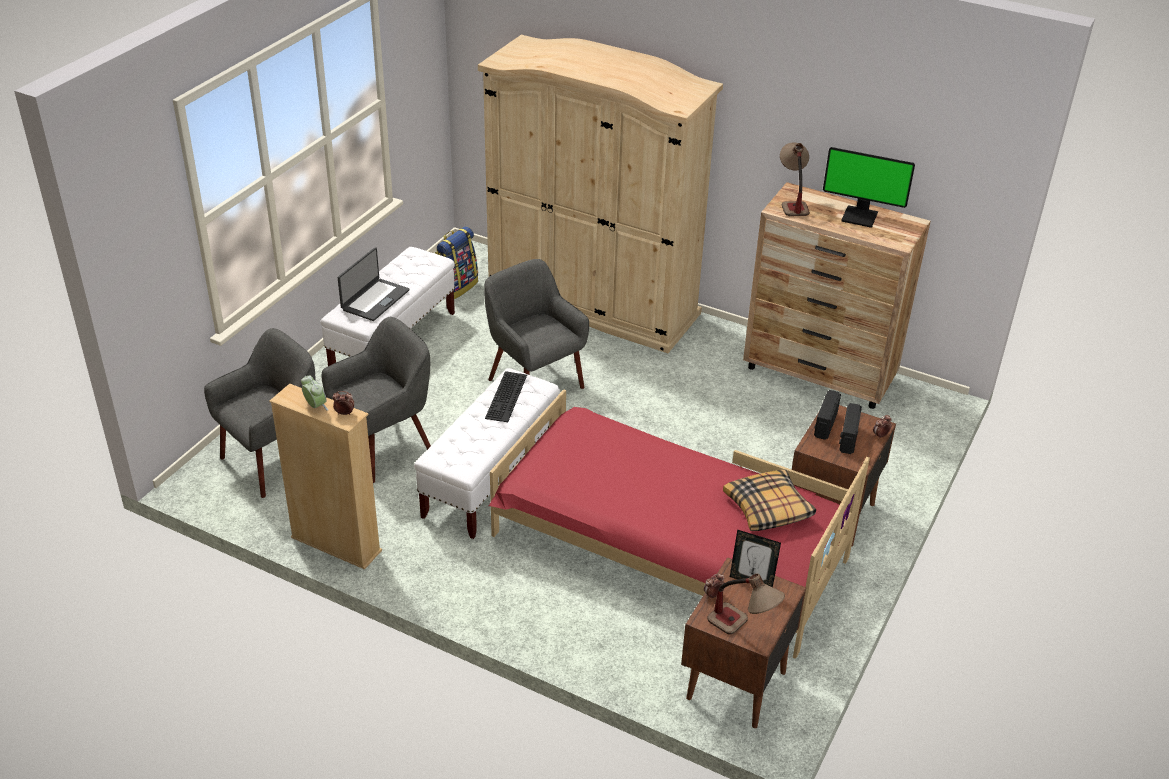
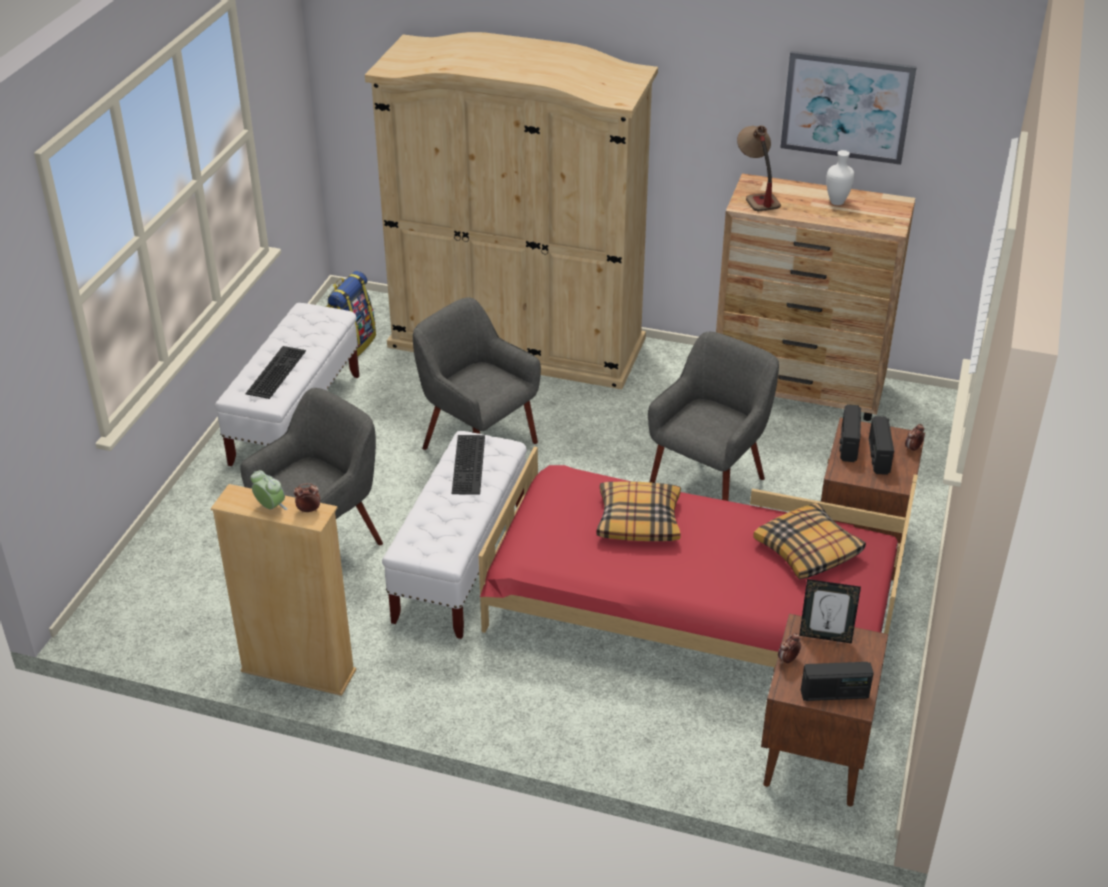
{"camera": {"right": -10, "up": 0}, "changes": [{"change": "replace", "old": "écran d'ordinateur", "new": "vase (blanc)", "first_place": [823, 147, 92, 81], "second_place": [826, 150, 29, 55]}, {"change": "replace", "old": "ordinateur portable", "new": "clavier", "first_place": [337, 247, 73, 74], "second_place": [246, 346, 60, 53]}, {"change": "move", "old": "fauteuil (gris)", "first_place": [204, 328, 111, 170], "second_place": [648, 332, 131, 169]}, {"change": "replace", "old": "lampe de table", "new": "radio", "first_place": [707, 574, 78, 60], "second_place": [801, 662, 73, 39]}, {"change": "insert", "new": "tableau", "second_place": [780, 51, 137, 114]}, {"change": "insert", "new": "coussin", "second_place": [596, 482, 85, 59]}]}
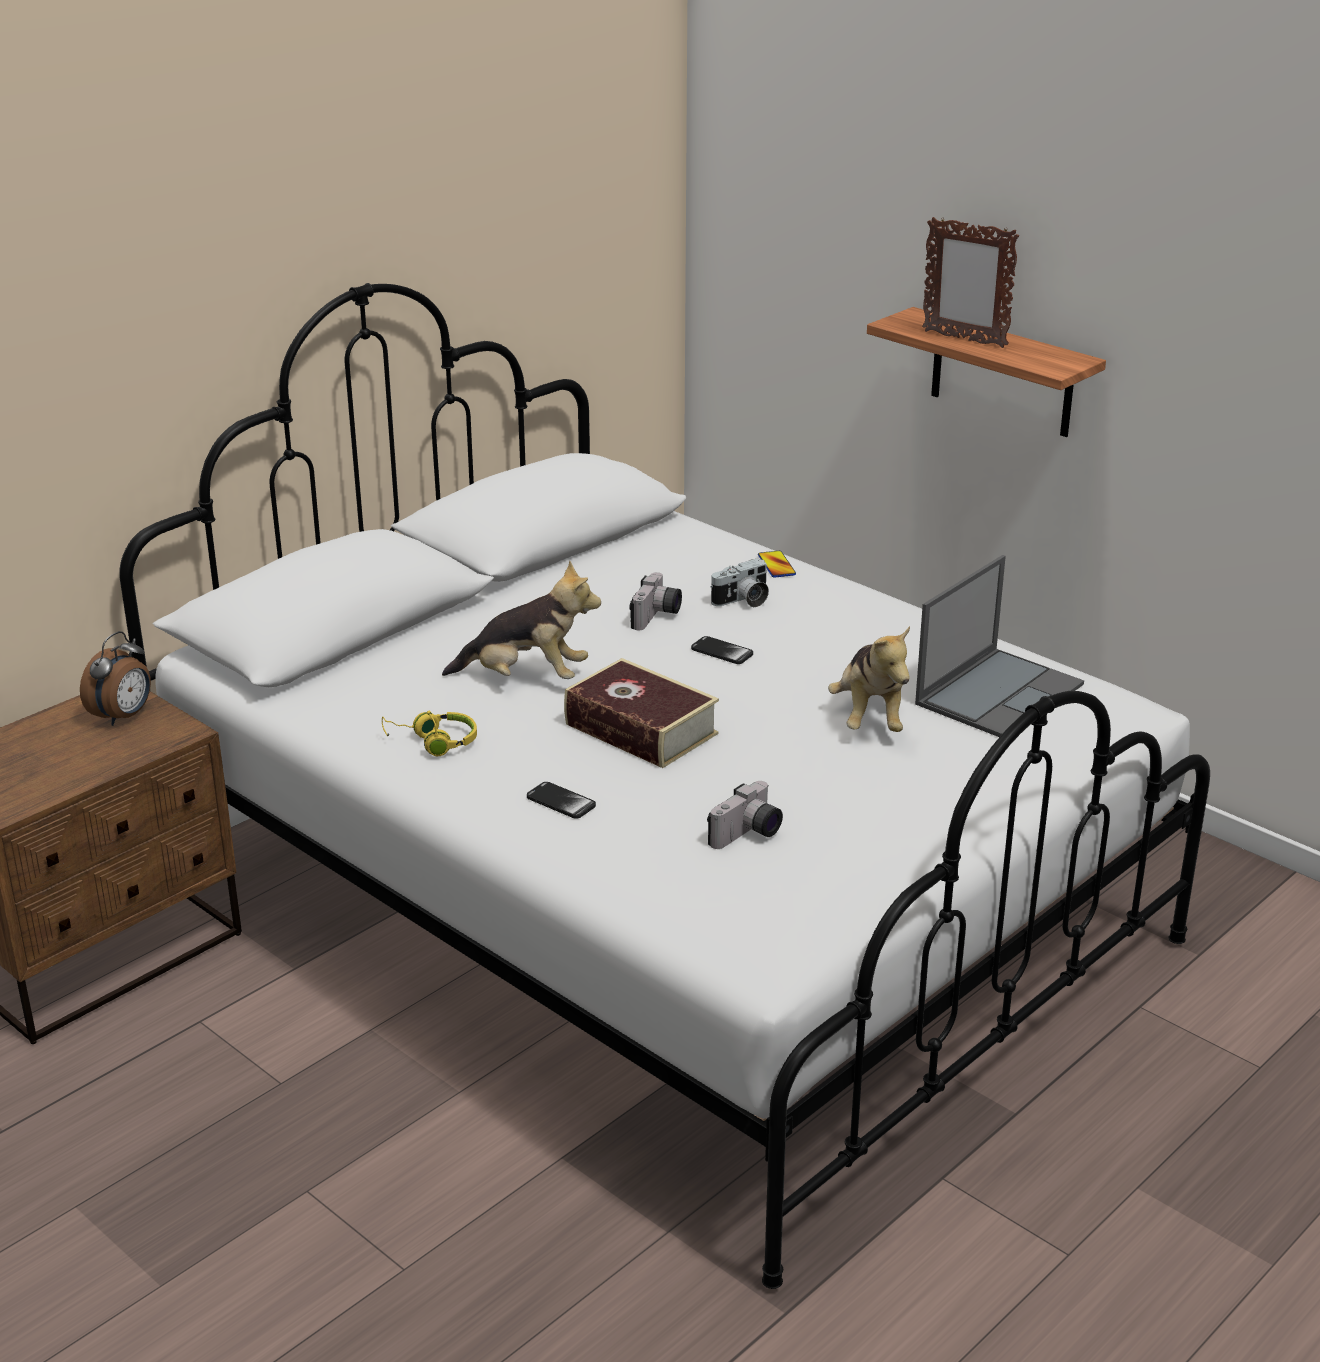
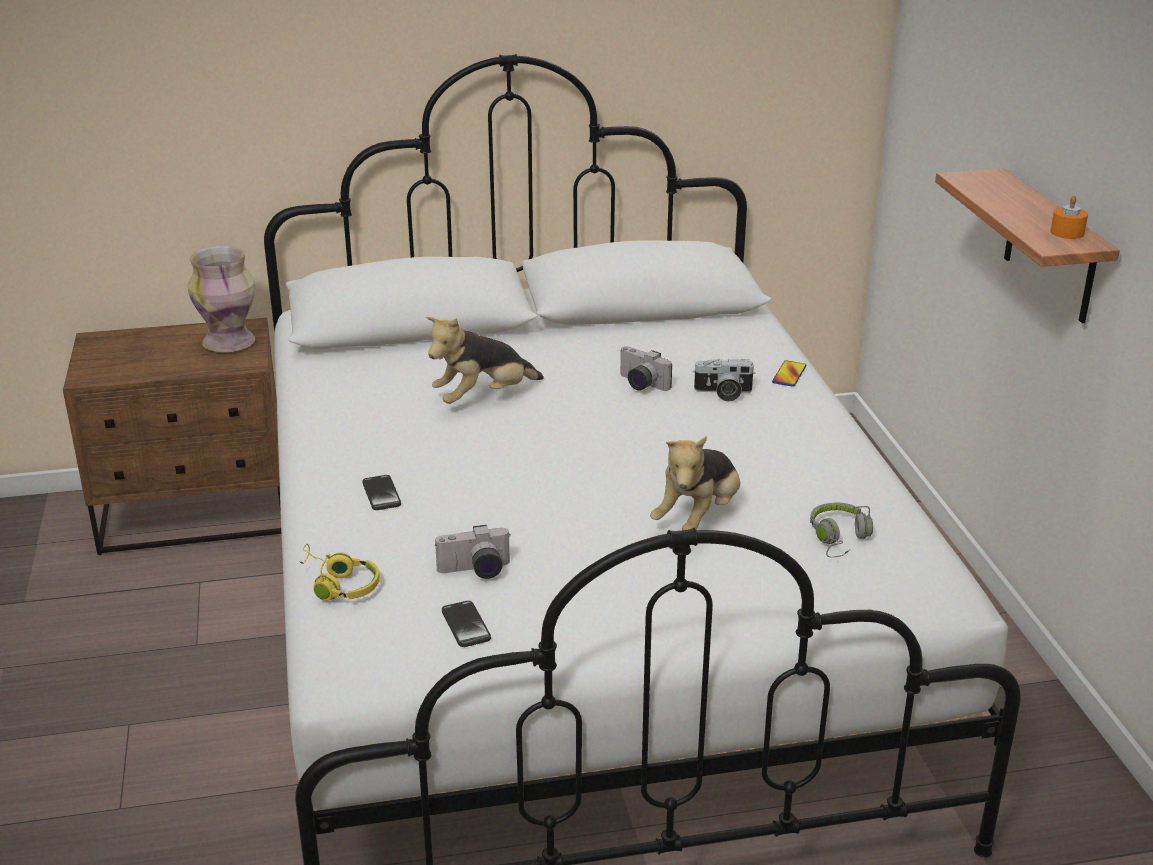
{"camera": {"right": 35, "up": 0}, "changes": [{"change": "delete", "old": "cadre photo", "first_place": [922, 217, 97, 131]}, {"change": "replace", "old": "ordinateur portable", "new": "casque audio (gris)", "first_place": [915, 555, 169, 182], "second_place": [810, 503, 63, 55]}, {"change": "rotate", "old": "peluche", "first_place": [442, 561, 159, 118], "second_place": [426, 317, 118, 87], "degrees": 105}, {"change": "rotate", "old": "appareil photo", "first_place": [629, 572, 53, 58], "second_place": [621, 346, 51, 45], "degrees": 75}, {"change": "replace", "old": "réveil", "new": "vase", "first_place": [80, 631, 71, 95], "second_place": [188, 246, 68, 106]}, {"change": "move", "old": "téléphone", "first_place": [691, 636, 62, 28], "second_place": [442, 601, 49, 46]}, {"change": "delete", "old": "livre", "first_place": [564, 658, 155, 110]}, {"change": "move", "old": "casque audio (jaune)", "first_place": [382, 711, 95, 45], "second_place": [299, 543, 81, 58]}, {"change": "insert", "new": "bougie (orange)", "second_place": [1050, 195, 38, 44]}]}
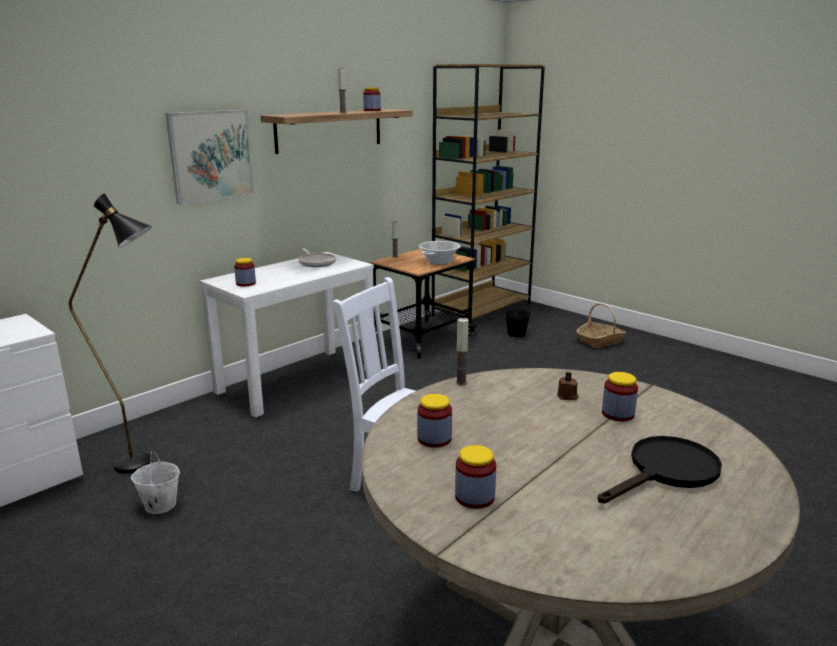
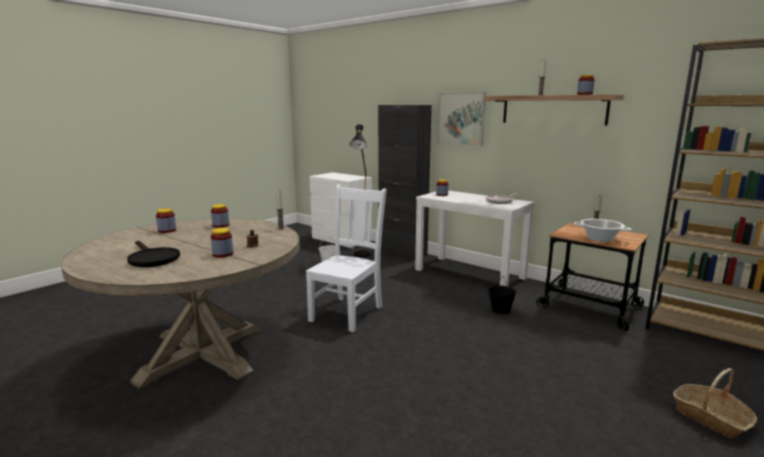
{"camera": {"right": 85, "up": -5}, "changes": [{"change": "move", "old": "seau (noir)", "first_place": [505, 298, 26, 39], "second_place": [488, 276, 28, 38]}, {"change": "insert", "new": "meuble de rangement (noir)", "second_place": [378, 105, 54, 155]}]}
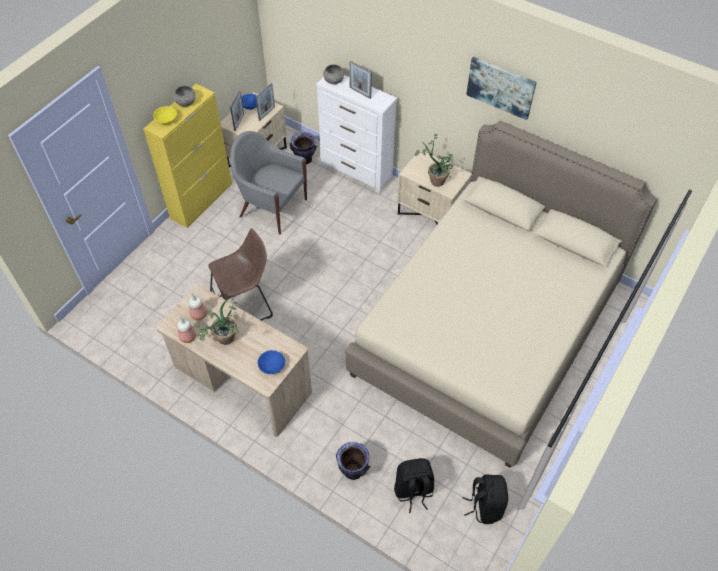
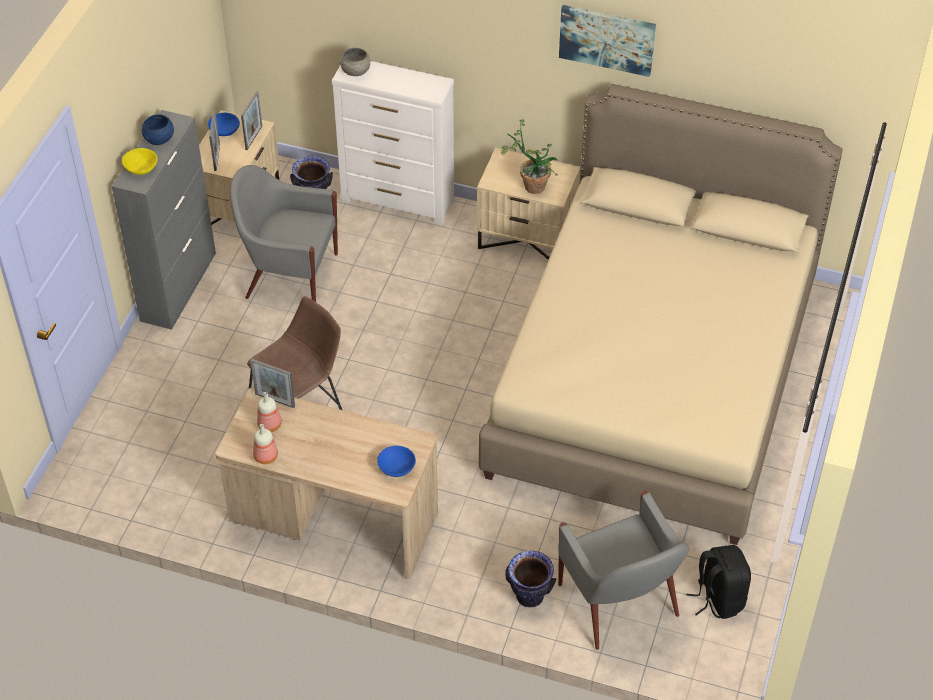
{"camera": {"right": -15, "up": -5}, "changes": [{"change": "move", "old": "cadre photo", "first_place": [349, 61, 23, 38], "second_place": [250, 359, 45, 49]}, {"change": "recolor", "old": "meuble de rangement (jaune)", "new": "meuble de rangement (gris)", "first_place": [143, 84, 89, 144], "second_place": [112, 110, 104, 220]}, {"change": "recolor", "old": "bol (gris)", "new": "bol (bleu)", "first_place": [174, 86, 22, 21], "second_place": [142, 114, 32, 31]}, {"change": "delete", "old": "plante en pot", "first_place": [193, 299, 46, 46]}, {"change": "replace", "old": "sac à dos (noir)", "new": "fauteuil (gris)", "first_place": [394, 458, 40, 55], "second_place": [558, 491, 131, 159]}]}
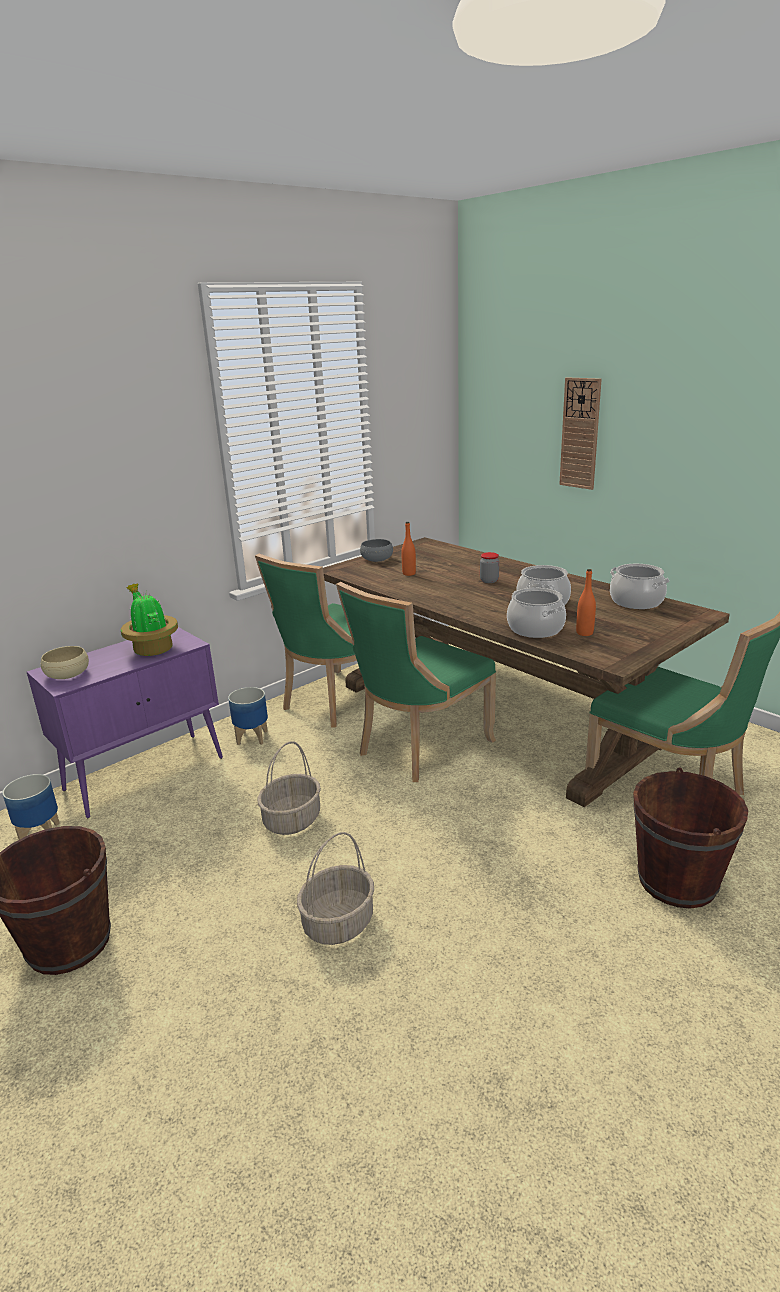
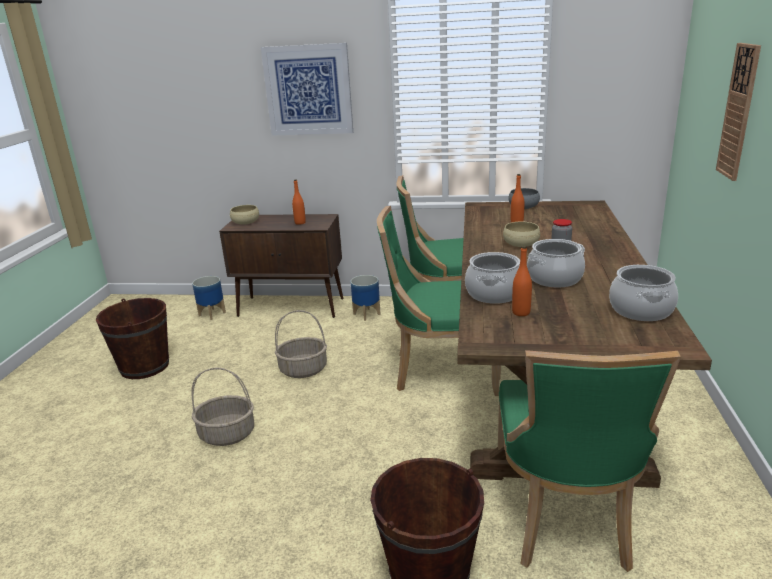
{"camera": {"right": 50, "up": 0}, "changes": [{"change": "replace", "old": "plante en pot", "new": "bouteille (orange)", "first_place": [121, 583, 57, 73], "second_place": [292, 179, 14, 46]}, {"change": "recolor", "old": "meuble de rangement (violet)", "new": "meuble de rangement (marron)", "first_place": [27, 627, 196, 191], "second_place": [219, 214, 124, 104]}, {"change": "insert", "new": "tableau", "second_place": [261, 43, 92, 93]}, {"change": "insert", "new": "bol (beige)", "second_place": [503, 222, 37, 25]}]}
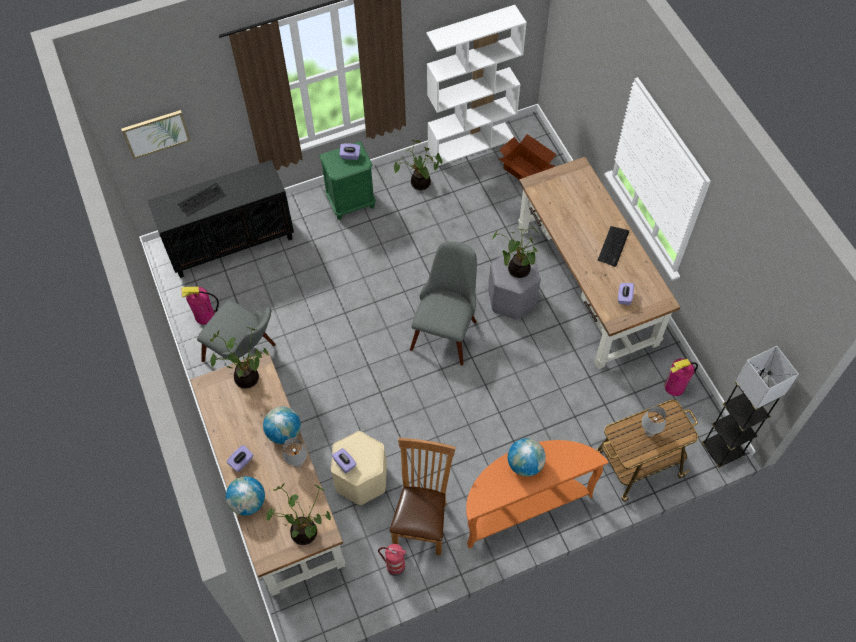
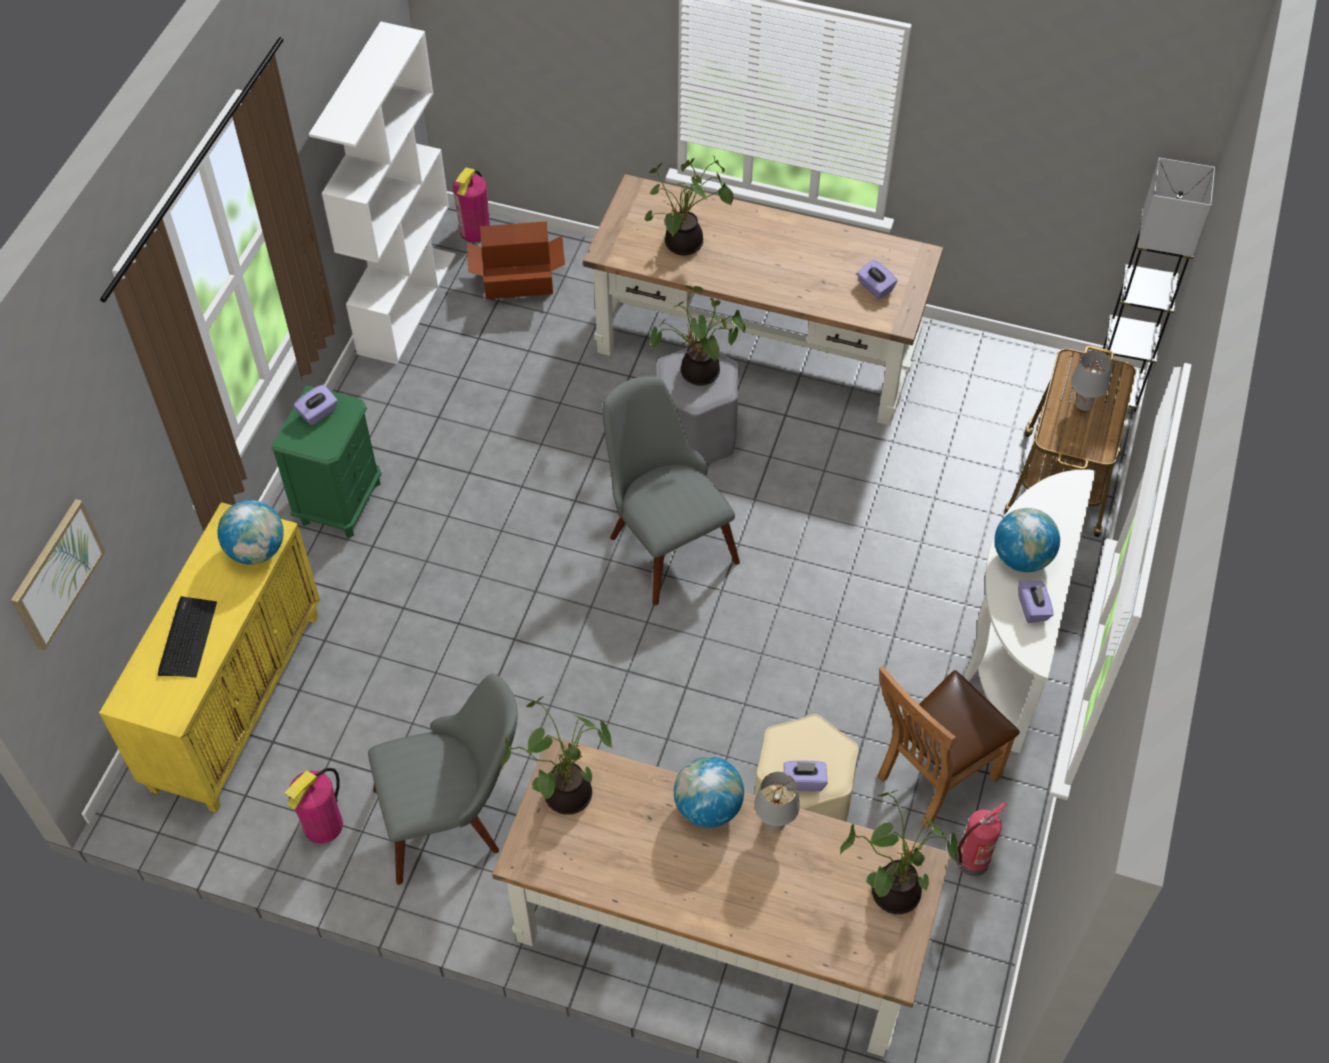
{"camera": {"right": -50, "up": -5}, "changes": [{"change": "move", "old": "plante en pot", "first_place": [394, 140, 48, 50], "second_place": [644, 155, 90, 100]}, {"change": "recolor", "old": "meuble de rangement (noir)", "new": "meuble de rangement (jaune)", "first_place": [147, 160, 147, 118], "second_place": [99, 502, 221, 311]}, {"change": "delete", "old": "clavier", "first_place": [597, 226, 32, 41]}, {"change": "move", "old": "extincteur", "first_place": [665, 358, 33, 38], "second_place": [452, 167, 38, 75]}, {"change": "rotate", "old": "chaise (marron)", "first_place": [390, 438, 66, 117], "second_place": [877, 665, 143, 163], "degrees": -90}, {"change": "recolor", "old": "table console (orange)", "new": "table console (blanc)", "first_place": [466, 440, 143, 109], "second_place": [964, 470, 132, 283]}, {"change": "move", "old": "boîte à mouchoirs (violet)", "first_place": [226, 445, 27, 27], "second_place": [1018, 581, 36, 42]}, {"change": "move", "old": "globe", "first_place": [226, 476, 39, 40], "second_place": [217, 500, 67, 65]}]}
